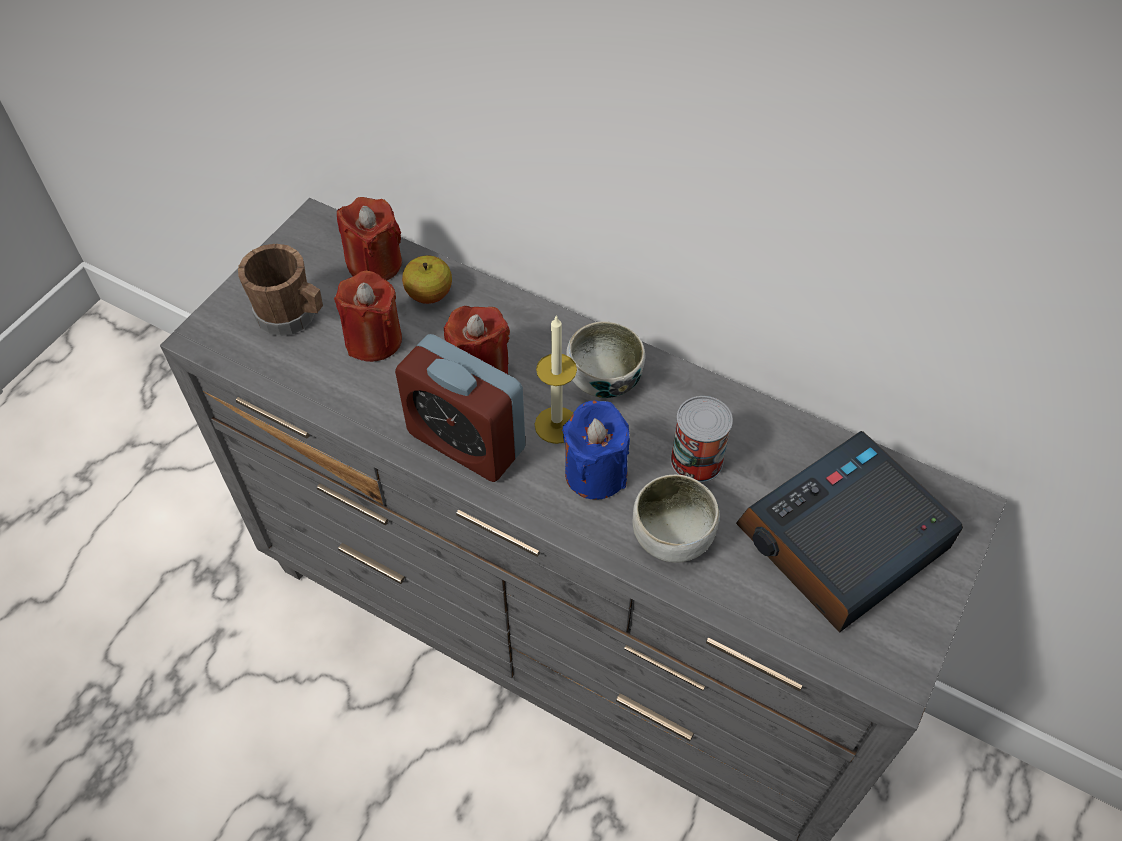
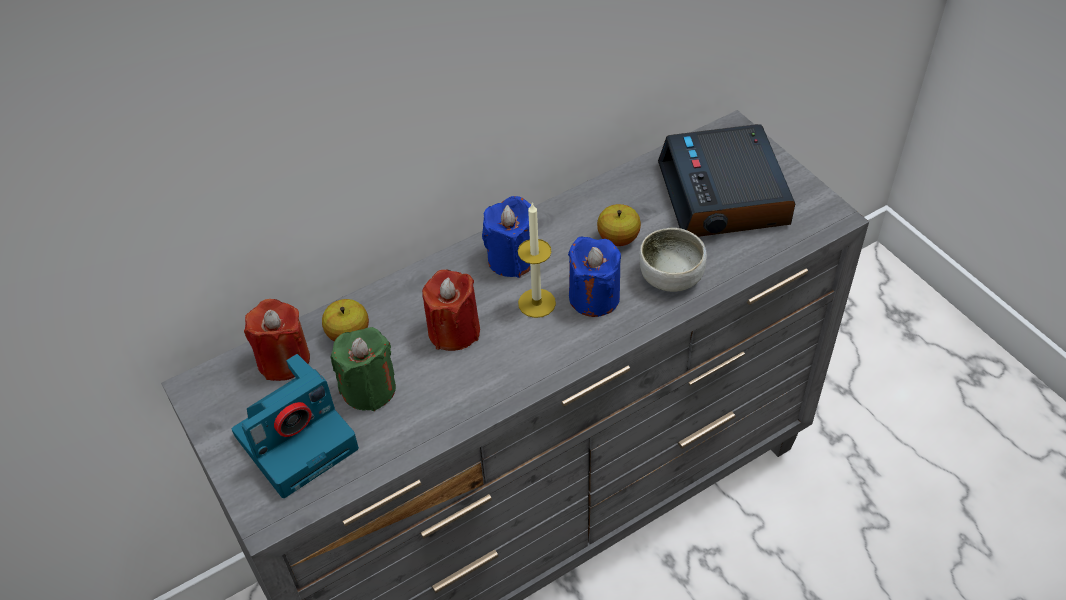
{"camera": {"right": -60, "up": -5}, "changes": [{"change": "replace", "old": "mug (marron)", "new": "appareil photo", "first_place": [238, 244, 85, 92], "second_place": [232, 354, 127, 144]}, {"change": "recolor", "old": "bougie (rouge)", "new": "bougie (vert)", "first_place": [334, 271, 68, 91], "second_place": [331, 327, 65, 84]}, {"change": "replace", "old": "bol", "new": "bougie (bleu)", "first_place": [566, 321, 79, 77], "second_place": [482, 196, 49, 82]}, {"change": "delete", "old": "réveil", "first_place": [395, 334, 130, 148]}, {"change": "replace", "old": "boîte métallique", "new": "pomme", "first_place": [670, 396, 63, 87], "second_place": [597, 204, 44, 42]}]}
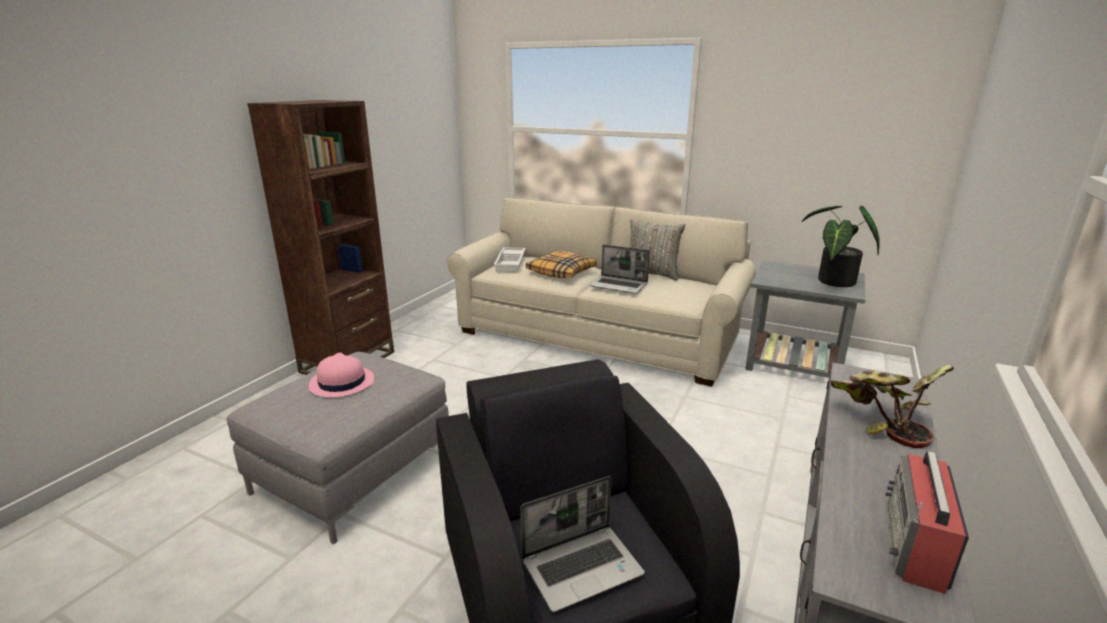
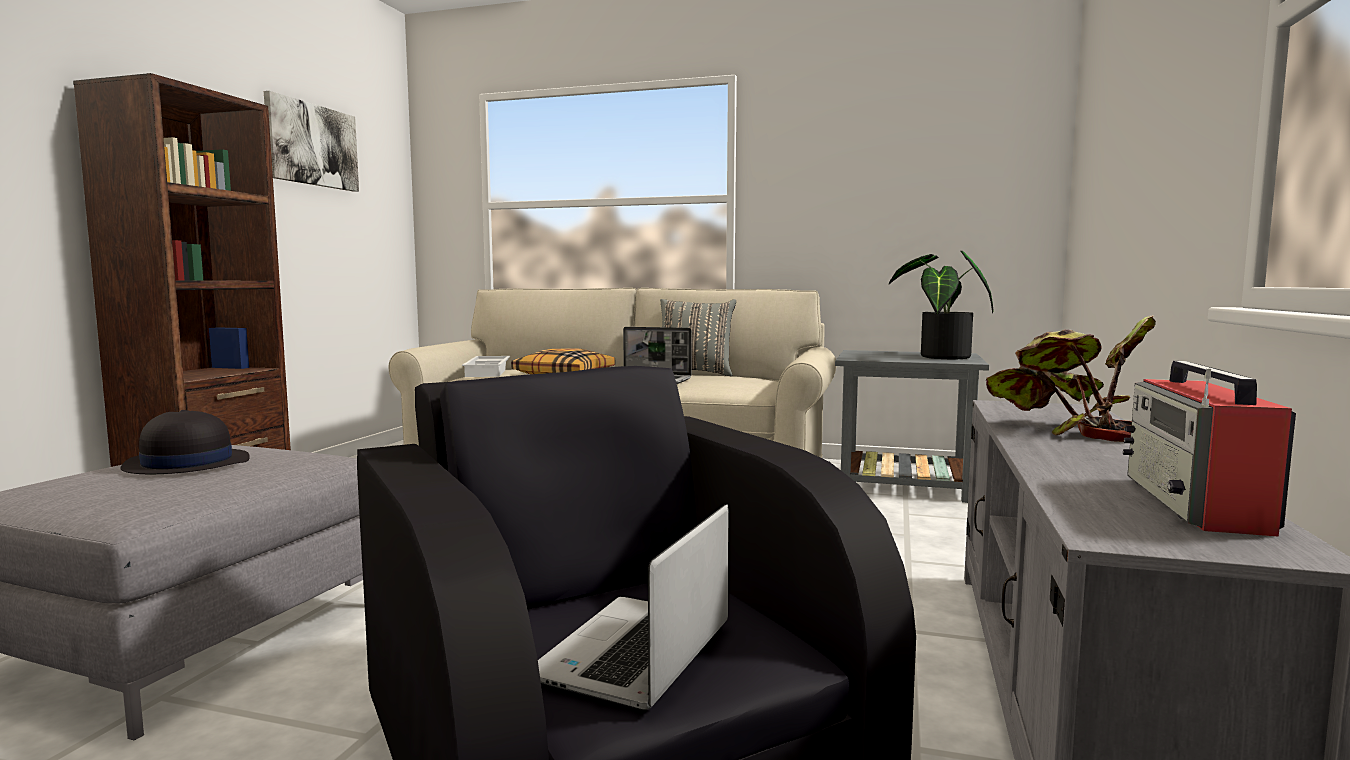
{"camera": {"right": -10, "up": -15}, "changes": [{"change": "recolor", "old": "chapeau (rose)", "new": "chapeau (noir)", "first_place": [309, 352, 65, 45], "second_place": [121, 410, 129, 64]}, {"change": "rotate", "old": "ordinateur portable", "first_place": [521, 476, 124, 136], "second_place": [538, 505, 190, 205], "degrees": 150}, {"change": "insert", "new": "tableau", "second_place": [264, 91, 95, 101]}]}
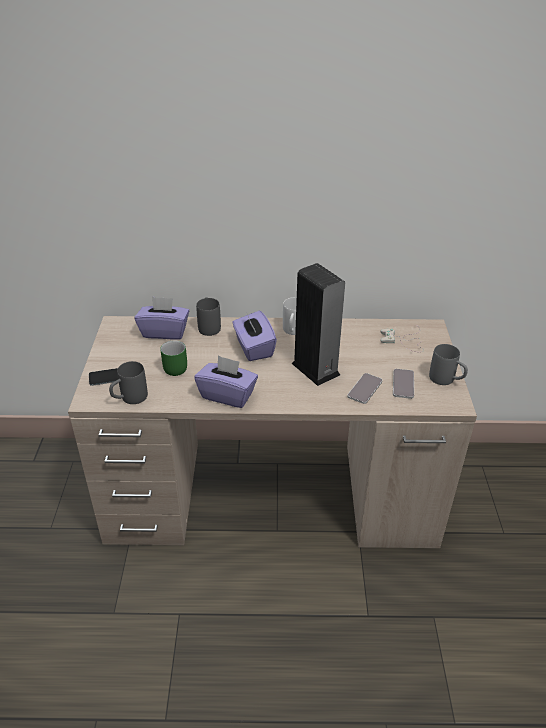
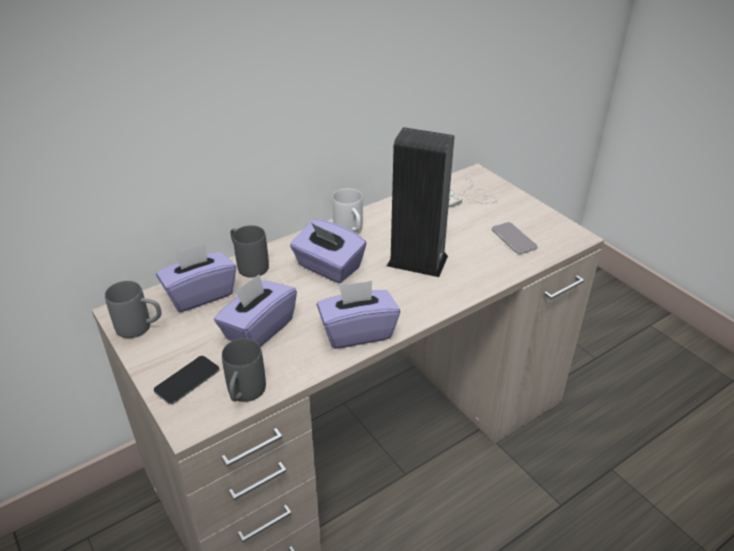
{"camera": {"right": -35, "up": 0}, "changes": [{"change": "replace", "old": "mug (vert)", "new": "boîte à mouchoirs (violet)", "first_place": [160, 341, 27, 35], "second_place": [214, 274, 83, 73]}, {"change": "move", "old": "mug (gris)", "first_place": [429, 344, 39, 41], "second_place": [105, 281, 56, 57]}, {"change": "delete", "old": "téléphone", "first_place": [347, 373, 35, 31]}]}
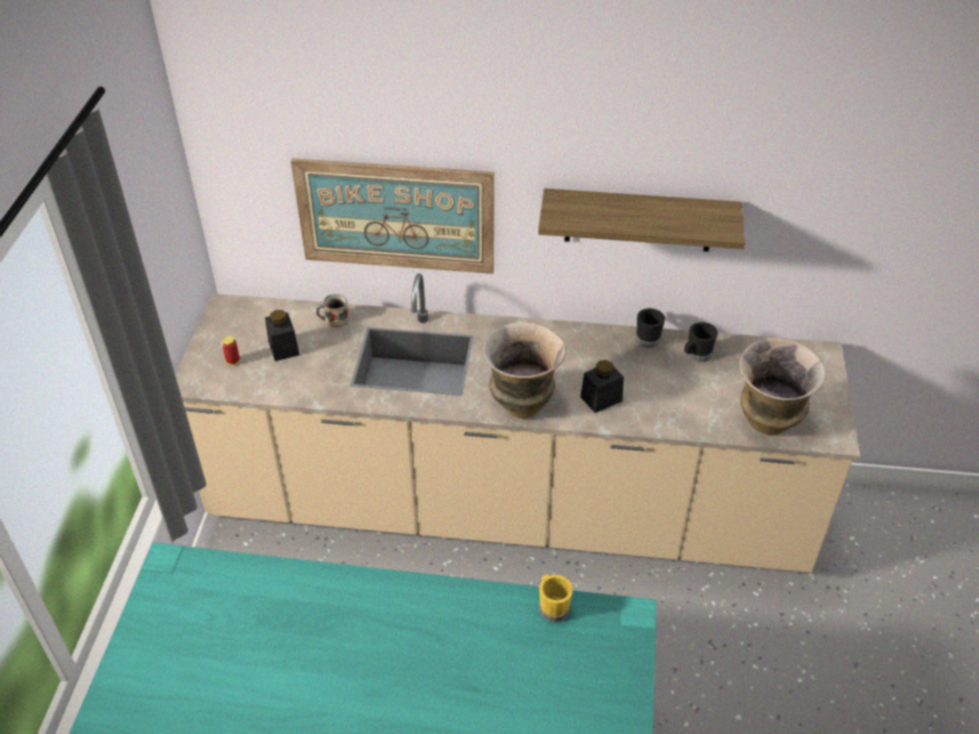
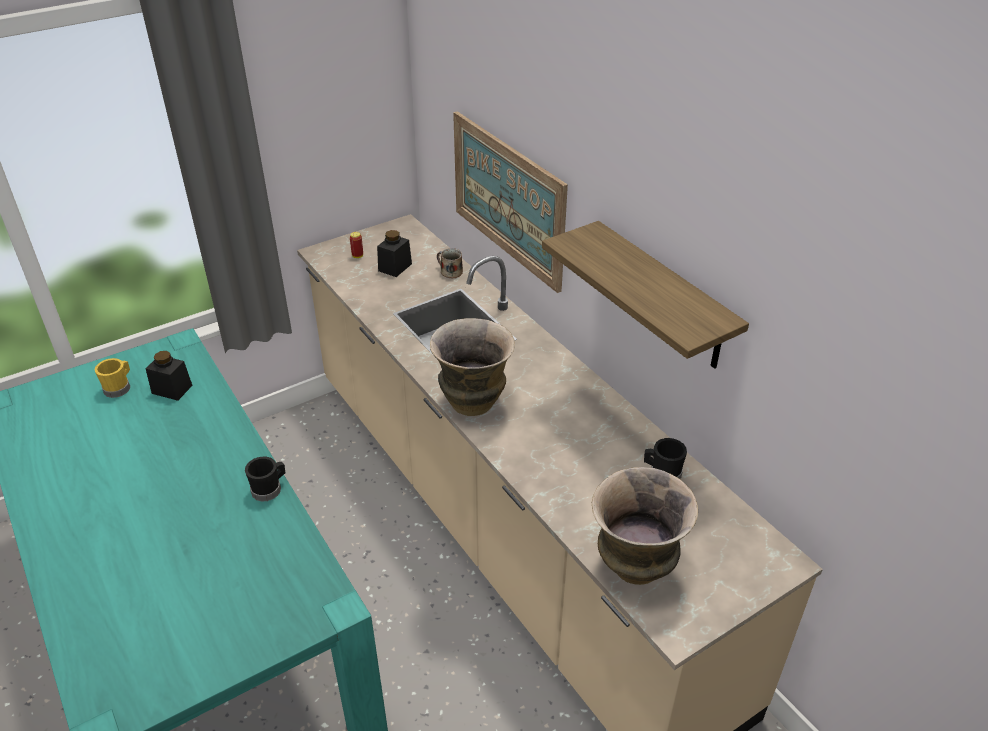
{"camera": {"right": 50, "up": -5}, "changes": [{"change": "move", "old": "mug (noir)", "first_place": [635, 308, 30, 40], "second_place": [245, 456, 40, 46]}, {"change": "move", "old": "bocal (noir)", "first_place": [580, 360, 44, 53], "second_place": [146, 351, 47, 50]}, {"change": "move", "old": "mug (jaune)", "first_place": [539, 574, 34, 48], "second_place": [94, 358, 36, 40]}]}
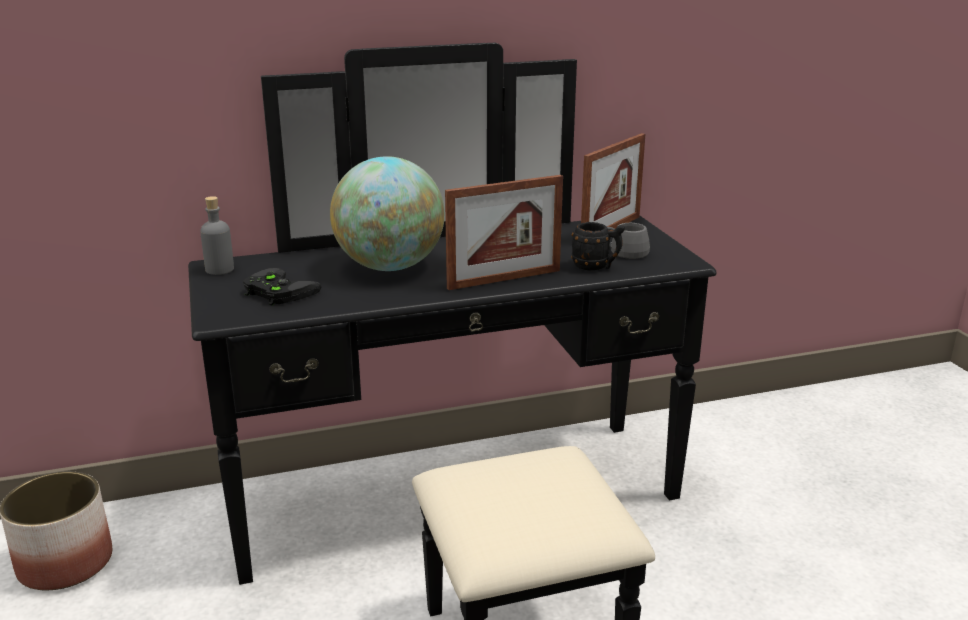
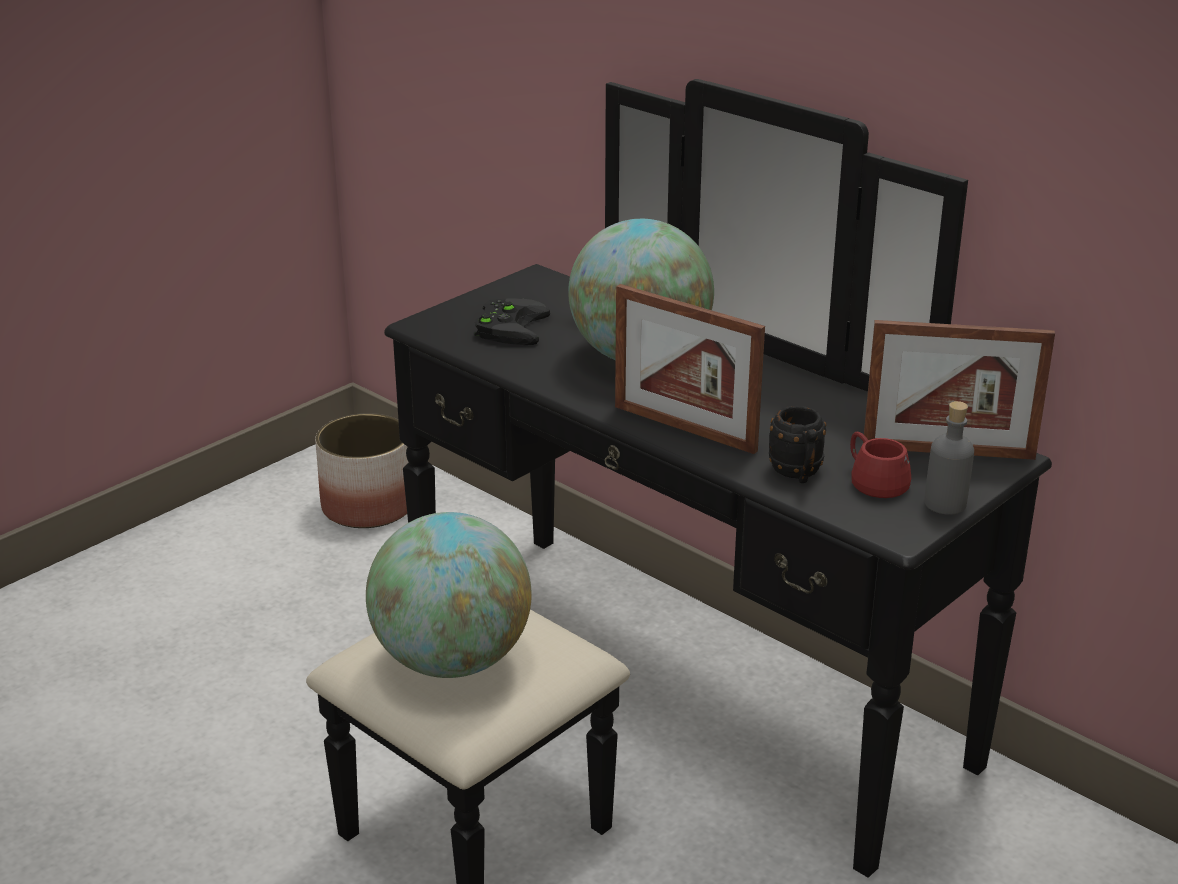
{"camera": {"right": 60, "up": 5}, "changes": [{"change": "move", "old": "bouteille (gris)", "first_place": [200, 196, 34, 79], "second_place": [924, 401, 50, 114]}, {"change": "recolor", "old": "mug (gris)", "new": "mug (rouge)", "first_place": [607, 223, 43, 36], "second_place": [850, 432, 61, 66]}, {"change": "insert", "new": "globe", "second_place": [366, 512, 166, 166]}]}
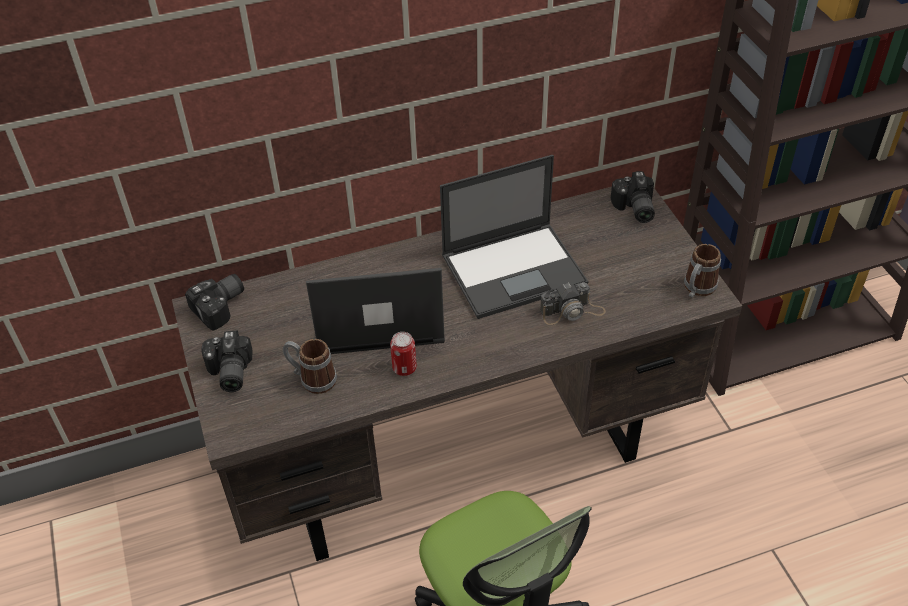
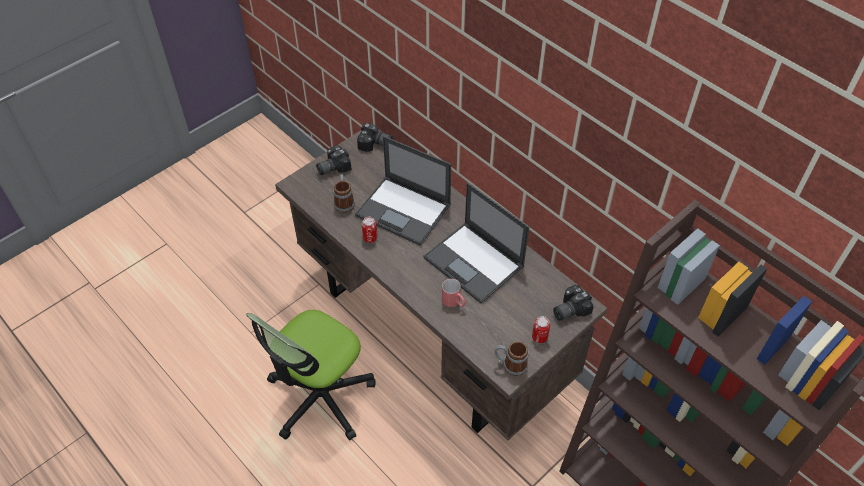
{"camera": {"right": 65, "up": 5}, "changes": [{"change": "rotate", "old": "ordinateur portable", "first_place": [306, 268, 139, 86], "second_place": [355, 136, 96, 110], "degrees": 150}, {"change": "replace", "old": "appareil photo", "new": "mug (rouge)", "first_place": [540, 282, 66, 43], "second_place": [442, 279, 24, 28]}, {"change": "insert", "new": "boîte métallique", "second_place": [532, 316, 18, 27]}]}
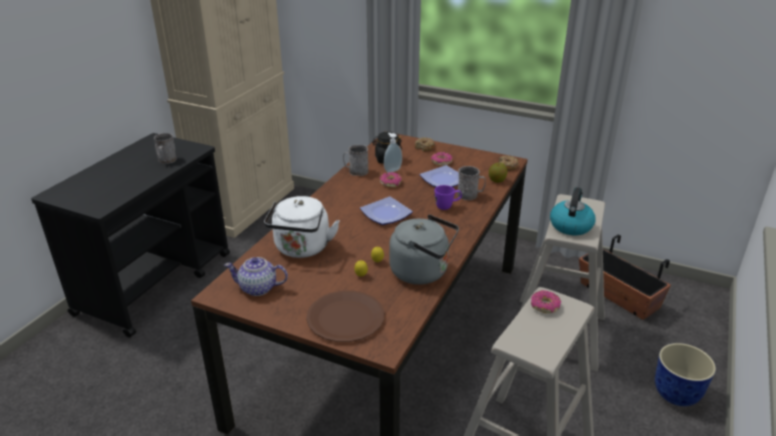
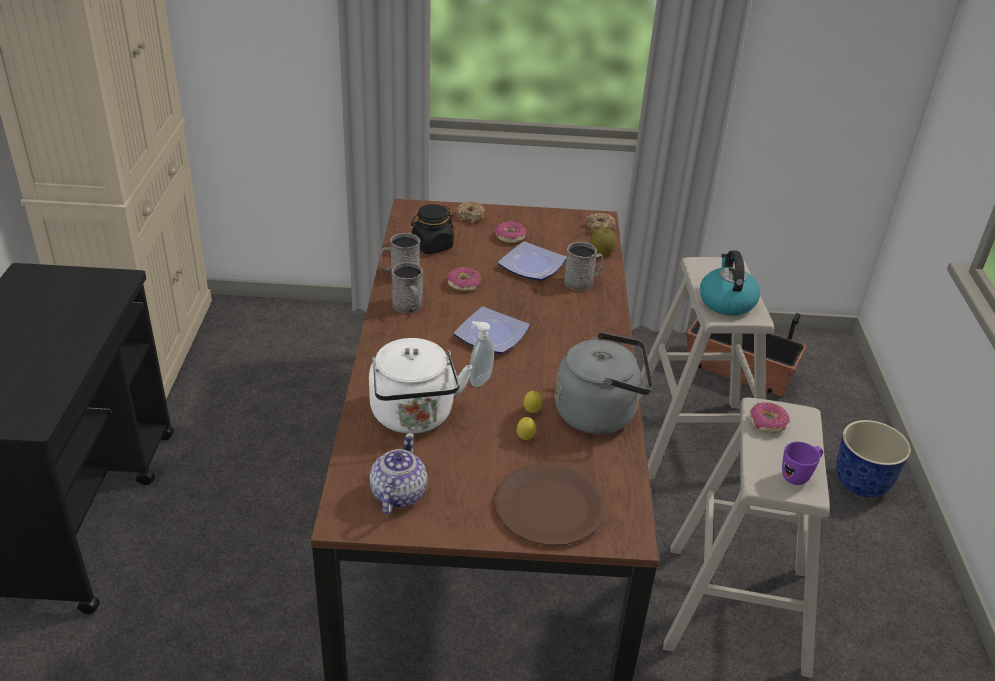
{"camera": {"right": -25, "up": 5}, "changes": [{"change": "move", "old": "mug (gris)", "first_place": [154, 133, 23, 31], "second_place": [392, 262, 31, 51]}, {"change": "move", "old": "distributeur de savon", "first_place": [384, 133, 18, 39], "second_place": [470, 321, 24, 66]}, {"change": "move", "old": "mug (violet)", "first_place": [435, 185, 27, 25], "second_place": [782, 442, 41, 43]}, {"change": "rotate", "old": "théière", "first_place": [224, 257, 64, 39], "second_place": [369, 433, 58, 81], "degrees": 120}]}
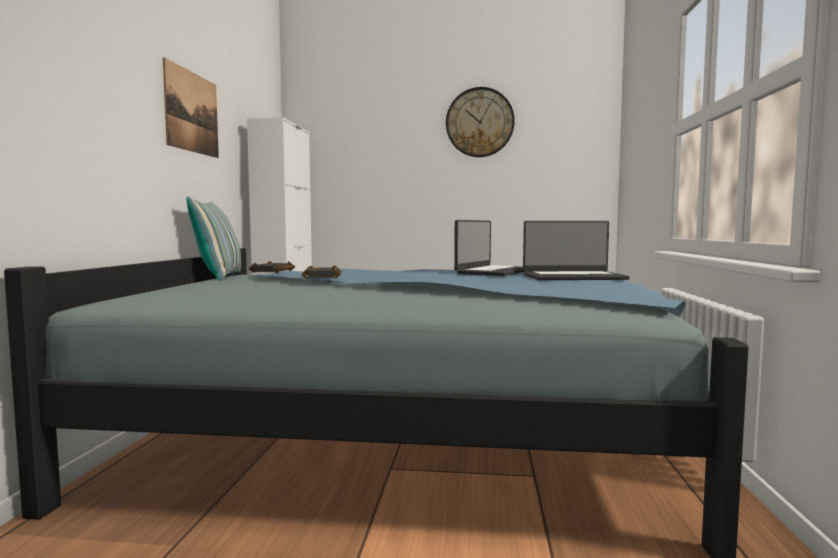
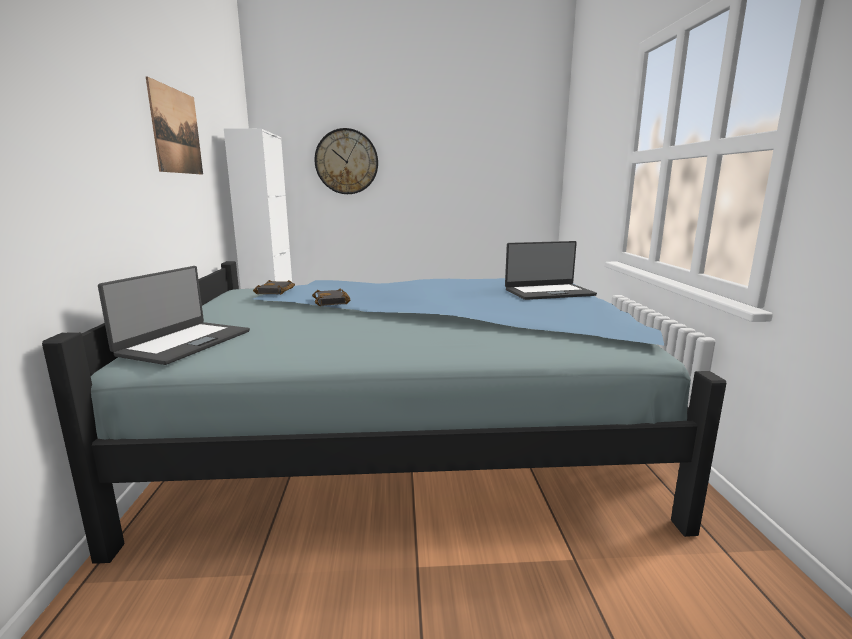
{"camera": {"right": -10, "up": 10}, "changes": [{"change": "move", "old": "horloge murale", "first_place": [446, 87, 69, 70], "second_place": [314, 128, 64, 66]}, {"change": "delete", "old": "coussin", "first_place": [186, 197, 55, 84]}, {"change": "move", "old": "ordinateur portable", "first_place": [454, 220, 69, 56], "second_place": [98, 266, 152, 99]}]}
